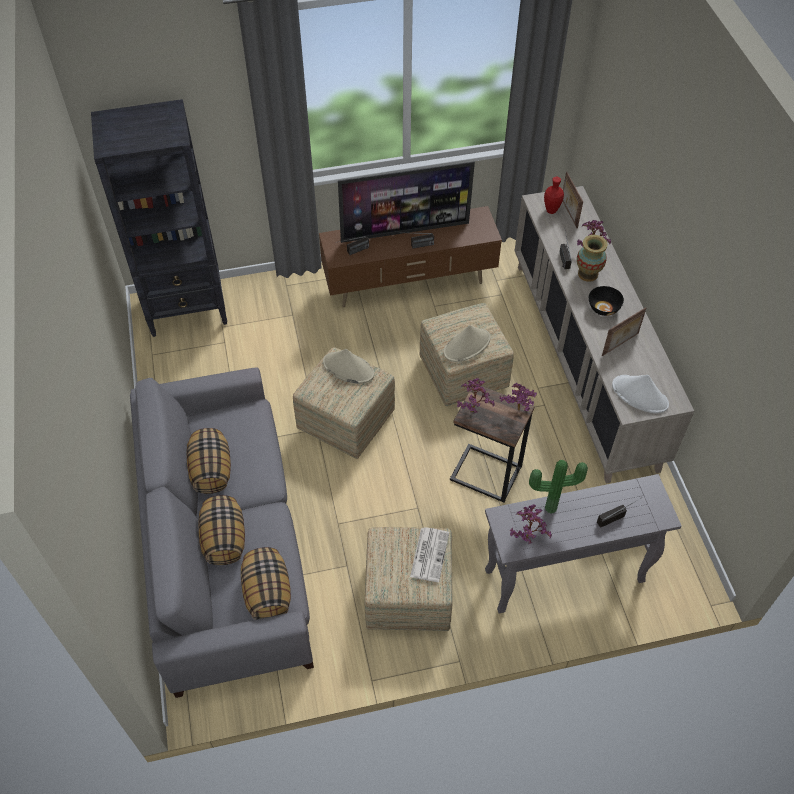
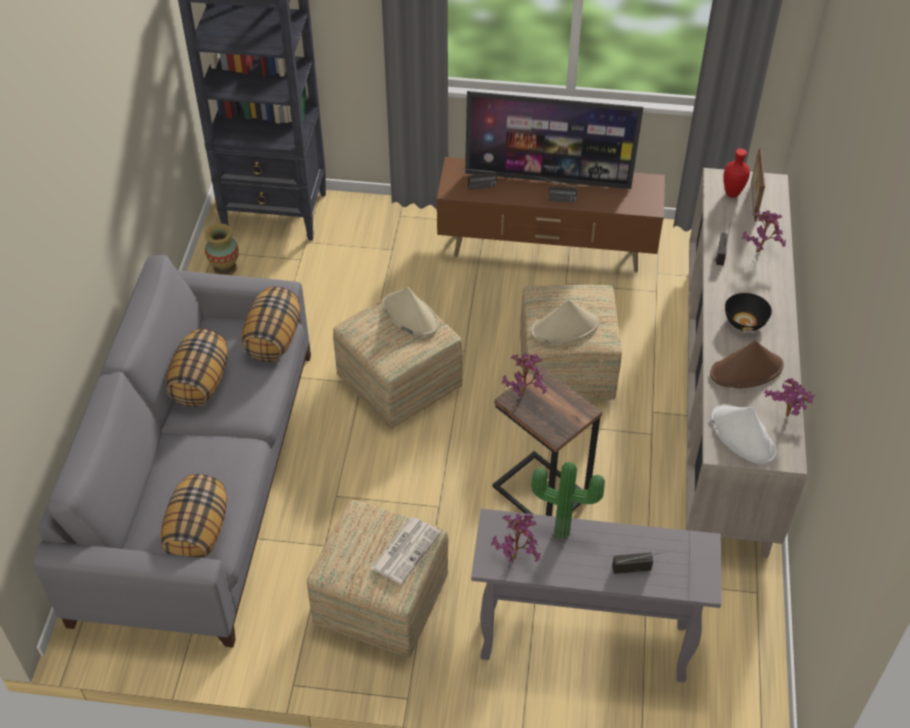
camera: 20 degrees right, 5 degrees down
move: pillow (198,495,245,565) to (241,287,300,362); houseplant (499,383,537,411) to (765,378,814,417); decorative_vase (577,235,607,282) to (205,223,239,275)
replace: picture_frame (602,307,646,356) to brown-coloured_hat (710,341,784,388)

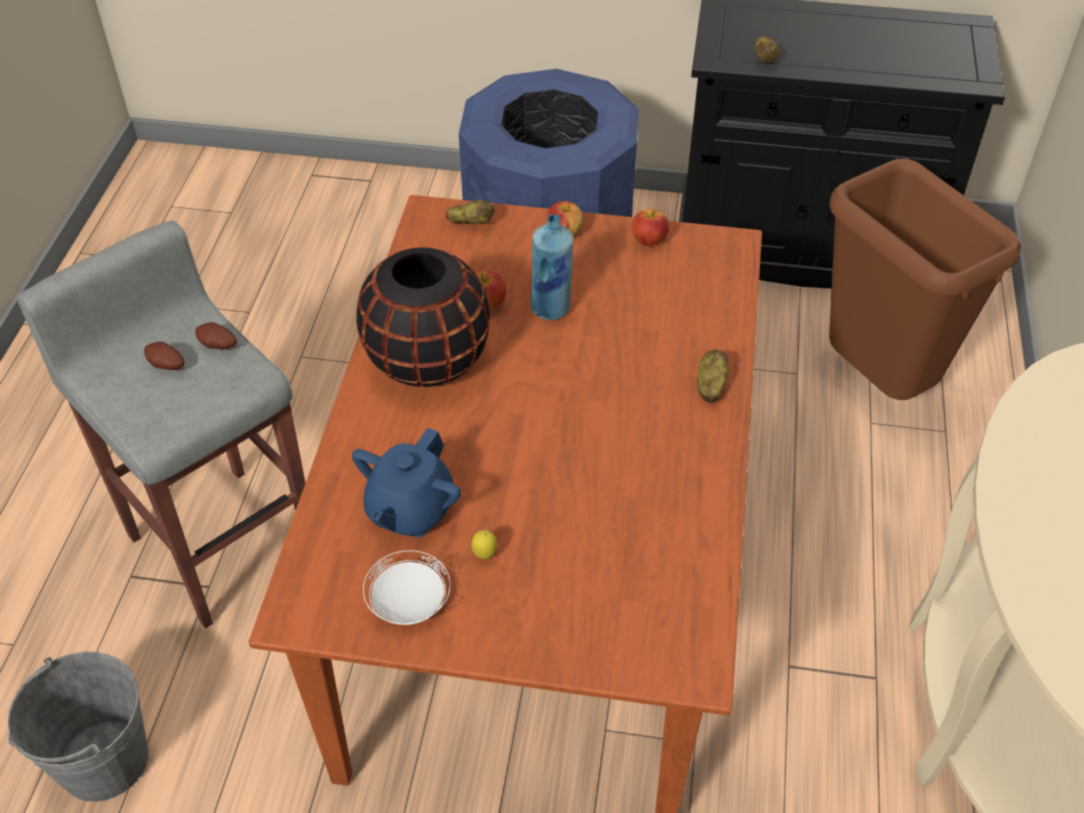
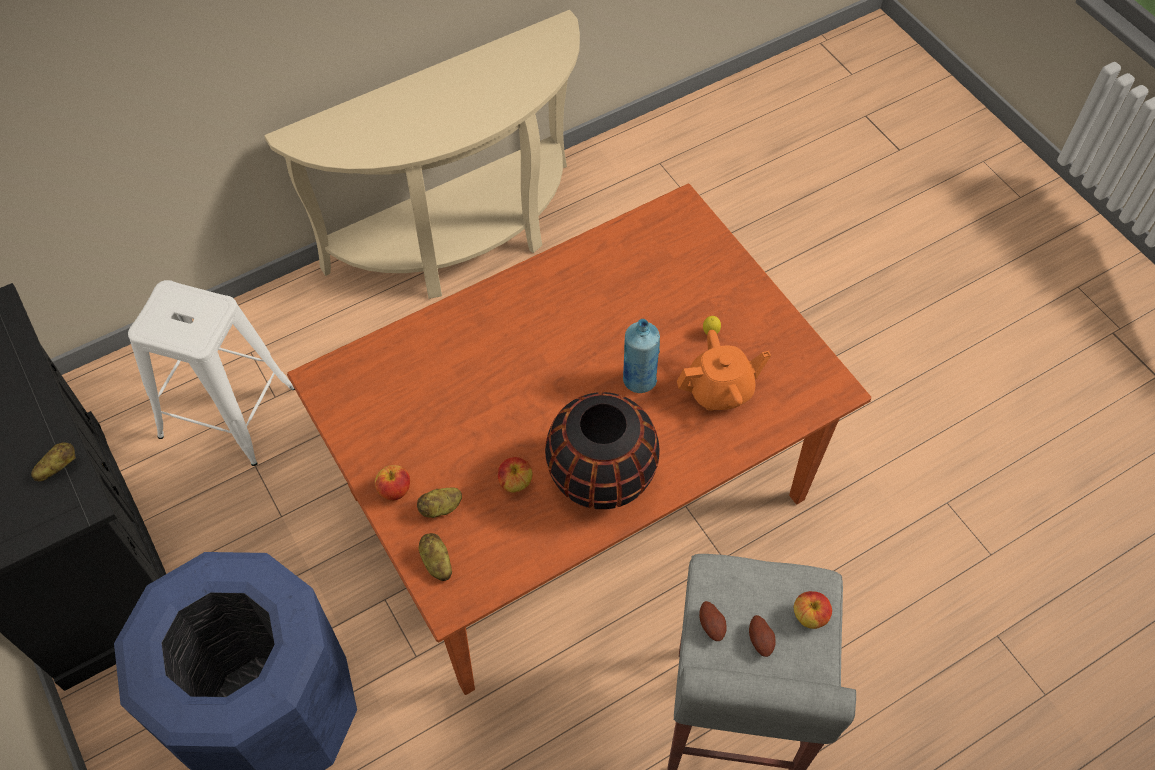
camera: 130 degrees left, 10 degrees up
delete: gray_water_bucket (8,652,148,802); whitish_plate (363,550,451,625)
move: blue_drink_bottle (531,214,573,320) to (623,319,660,393); whole_apple (631,209,670,247) to (794,591,832,629); potato (697,349,729,403) to (417,487,462,518)
replace: brown-coloured_rubbish_bin (829,159,1022,400) to whitish_stool (128,280,295,466)
recolor: blue_teapot (352,428,461,538) to orange_teapot (677,330,771,411)

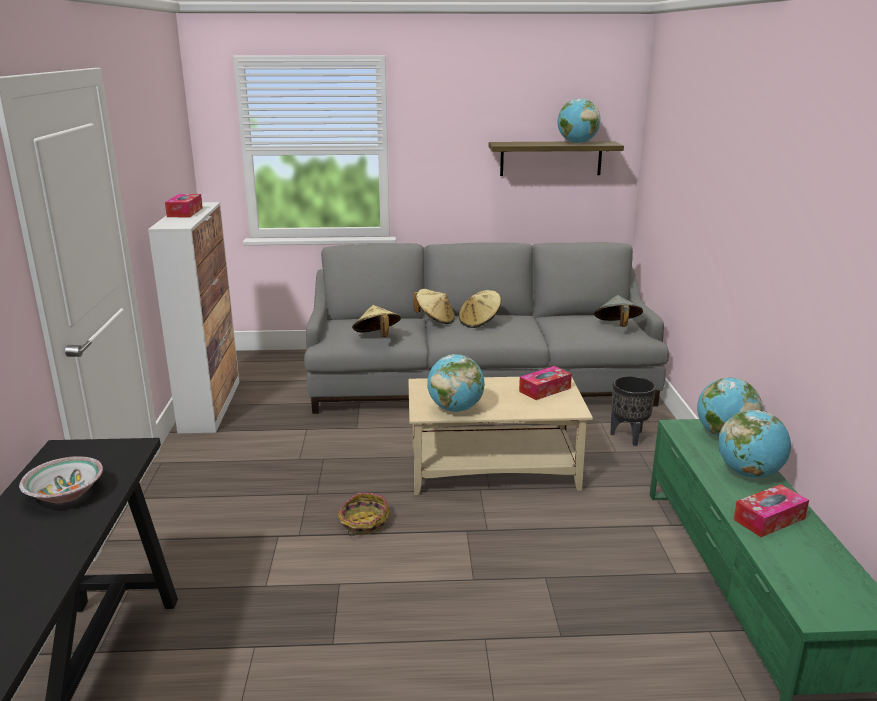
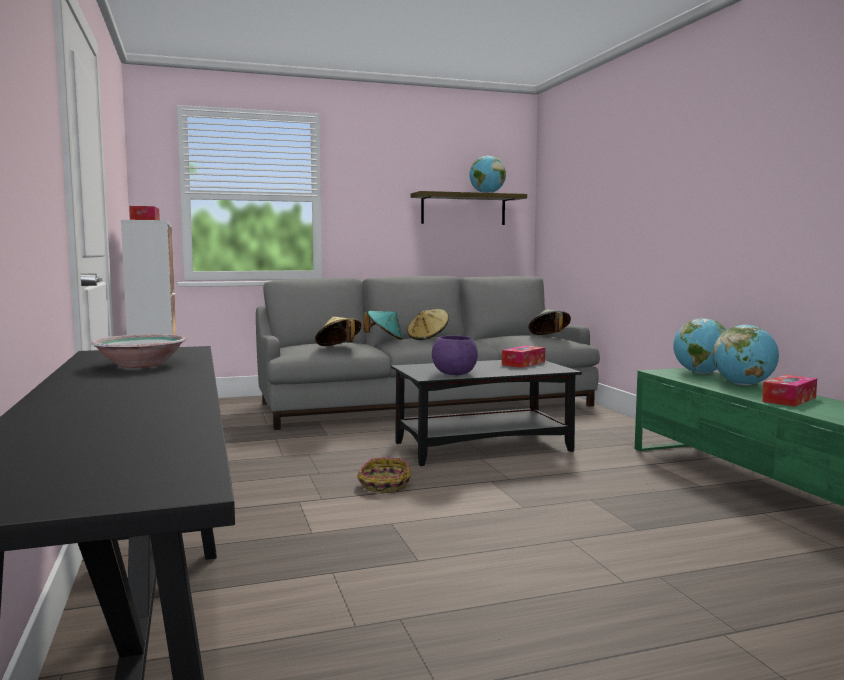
camera: 15 degrees left, 15 degrees down
delete: blackish_planter (610,376,656,446)
replace: globe (427,354,485,412) to purple-coloured_serving_bowl (432,335,478,375)
recolor: sand-coloured_lounge_table (408,377,593,495) to blackish_lounge_table (391,360,582,466); sand-coloured_hat (413,289,455,324) to turquoise_hat (364,311,404,340)

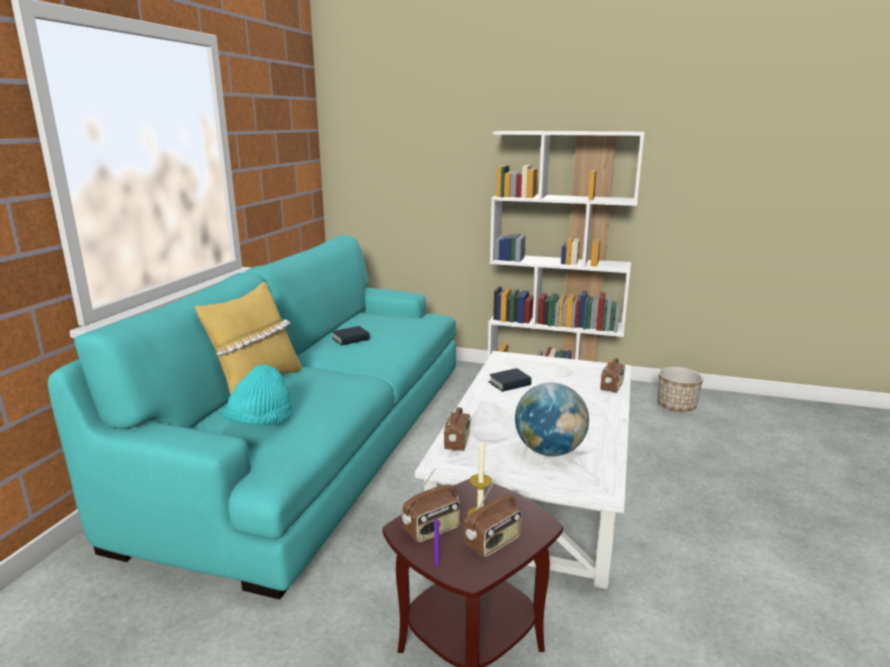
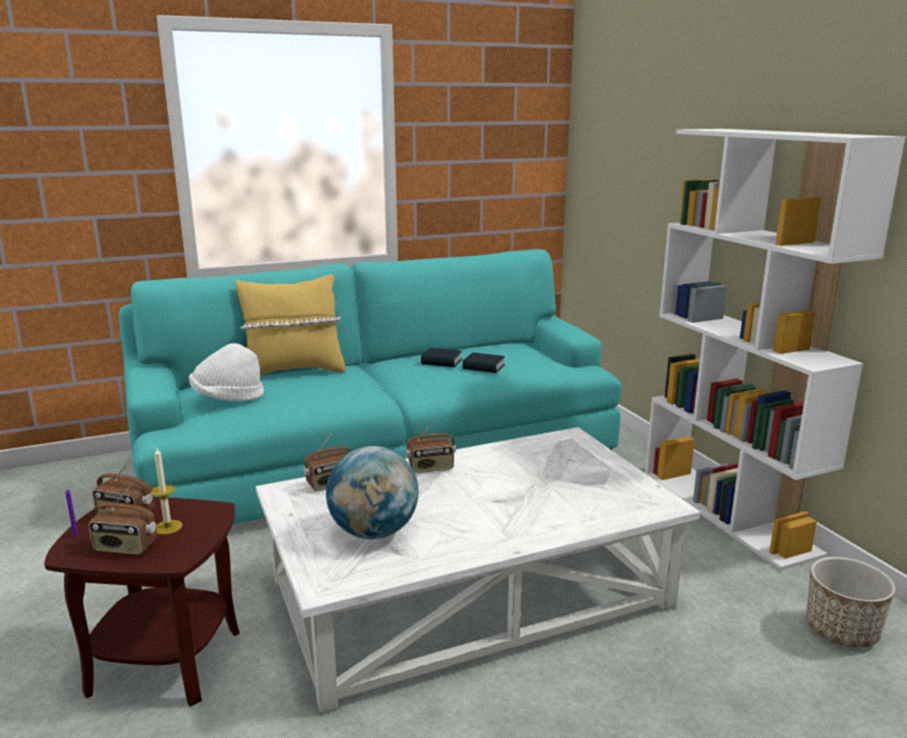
camera: 50 degrees right, 0 degrees up
move: book (489,368,532,392) to (462,353,505,373); radio_set (600,350,625,393) to (406,418,456,473)
recolor: turquoise_hat (222,365,293,425) to whitish_hat (189,343,264,401)

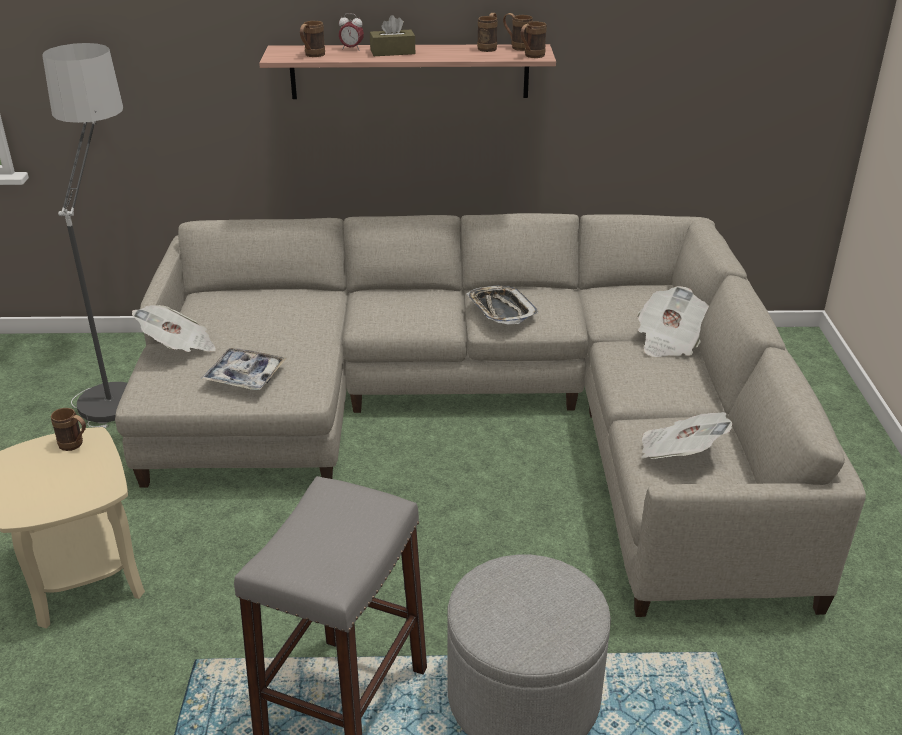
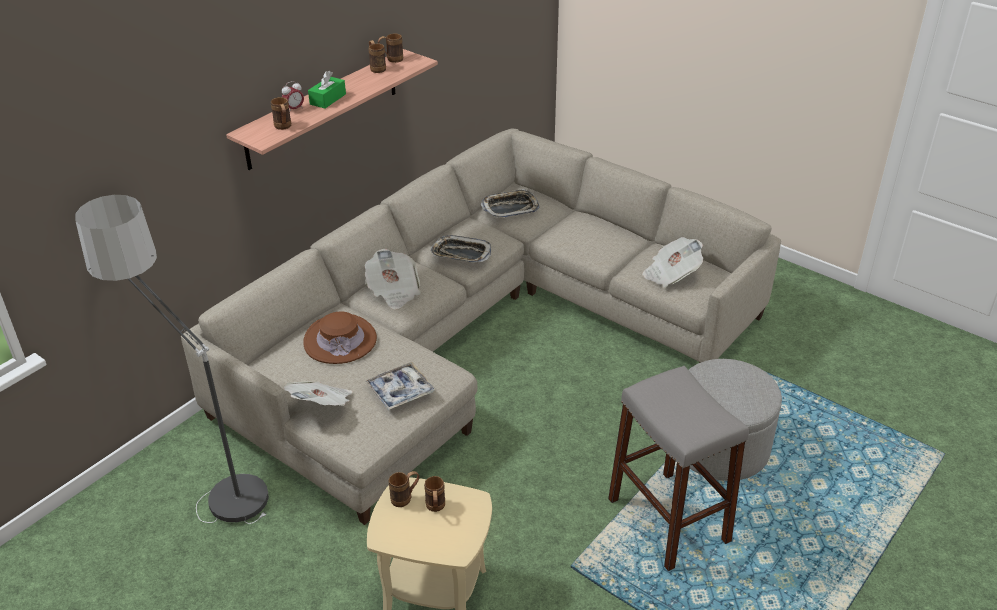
camera: 50 degrees left, 5 degrees up
insert: brown-coloured_hat (303,311,377,364); serving_tray (481,189,540,218)
move: brown-coloured_mug (521,22,547,58) to (424,476,445,512); printed_paper (638,286,709,357) to (365,249,421,310)
recolor: brown-coloured_box_of_tissues (370,15,416,56) to greenish_box_of_tissues (308,71,346,109)

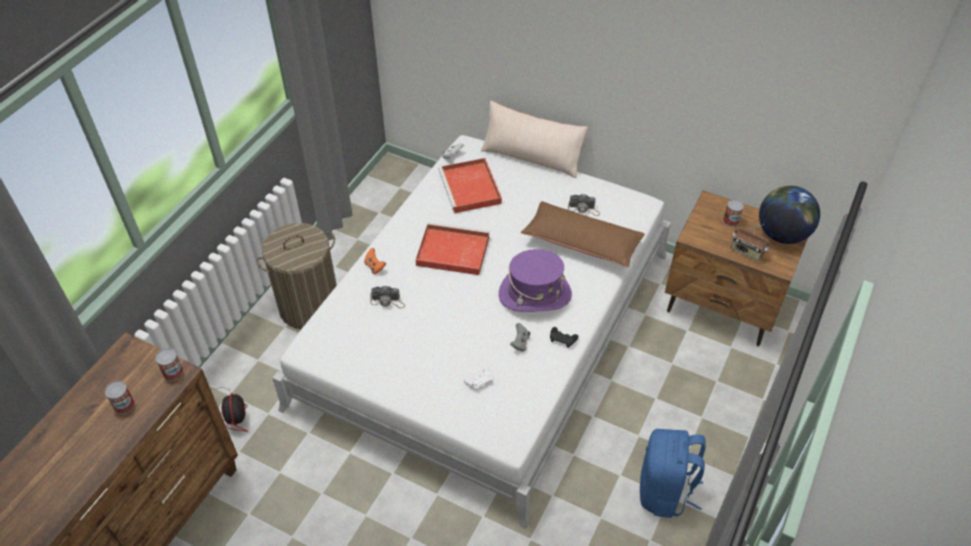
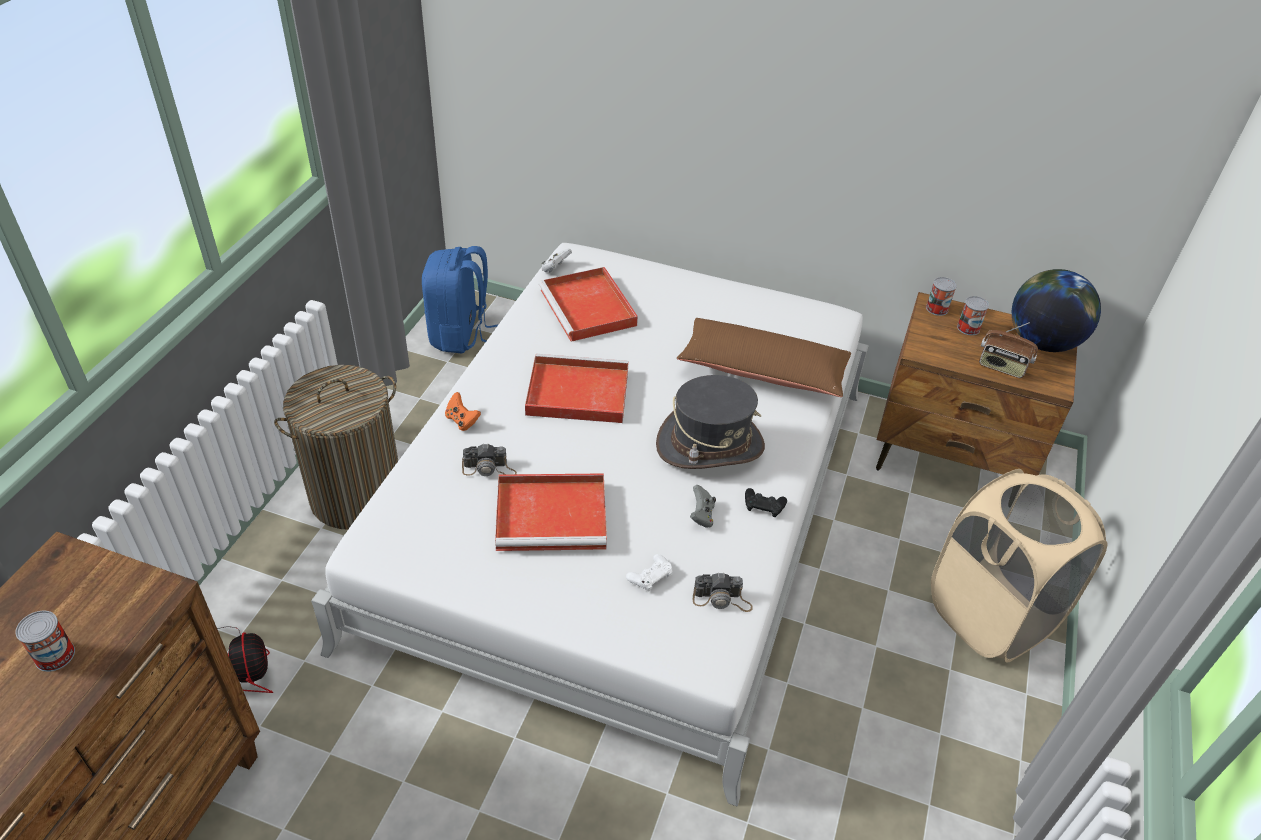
camera: 10 degrees left, 5 degrees down
delete: sand-coloured_pillow (481,101,588,178)
insert: red-coloured_serving_tray (495,473,607,551); sand-coloured_hamper (931,469,1107,663)
move: sealed_can (155,348,183,381) to (926,277,957,316); photo_camera (568,194,600,216) to (693,572,753,612); blue_knapsack (639,429,706,518) to (422,246,499,353)
recolor: purple-coloured_hat (499,249,572,312) to gray_hat (656,375,765,469)

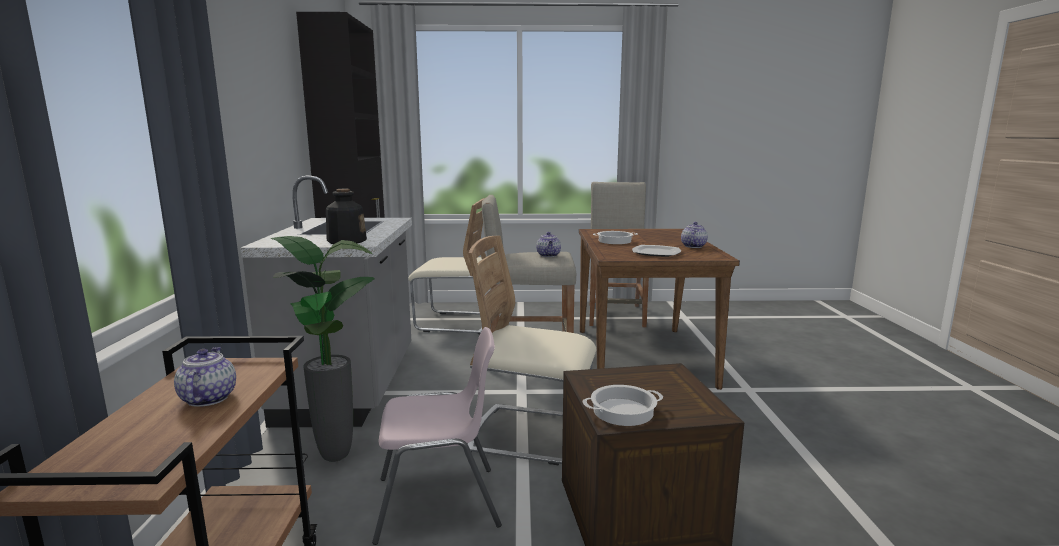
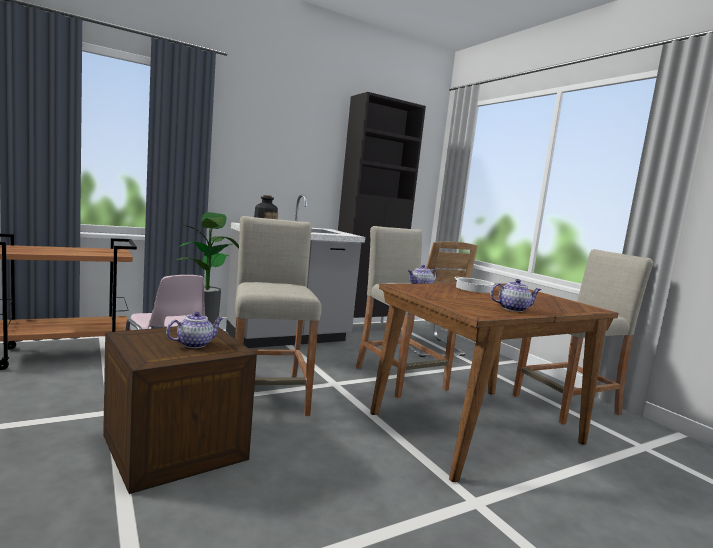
camera: 60 degrees right, 5 degrees down
delete: saucepot (583,385,663,426); plate (632,245,681,257)
move: teapot (174,347,236,407) to (166,312,223,348)
replace: sand-coloured_plain_chair (468,236,596,465) to sand-coloured_stool (235,216,322,416)

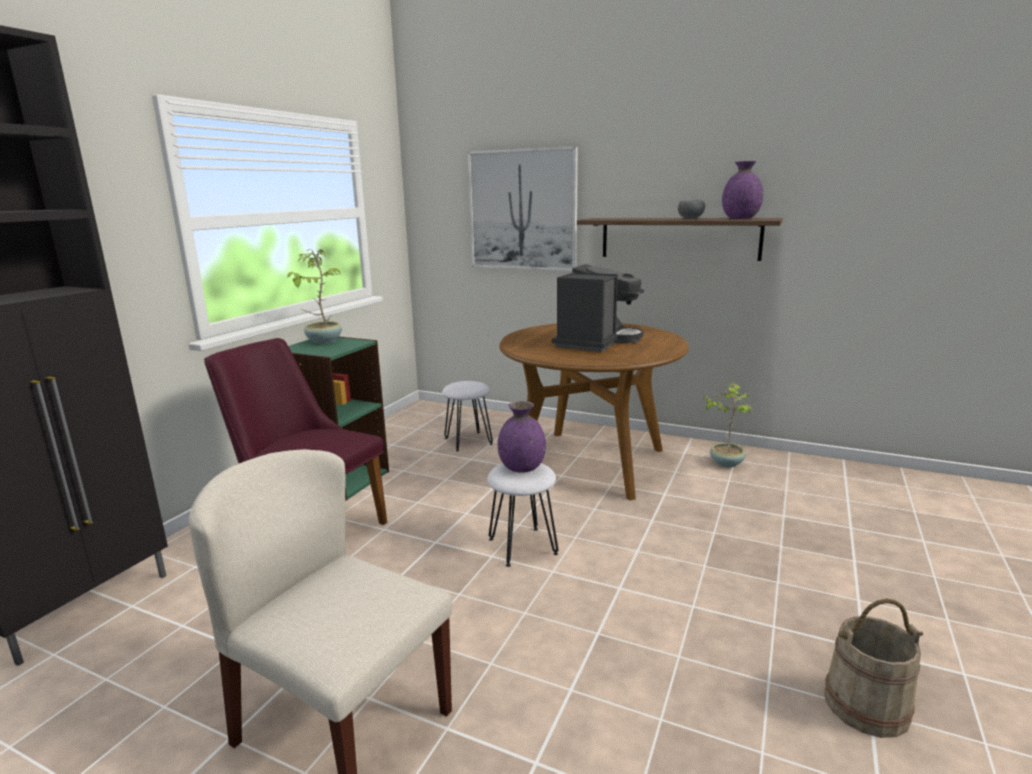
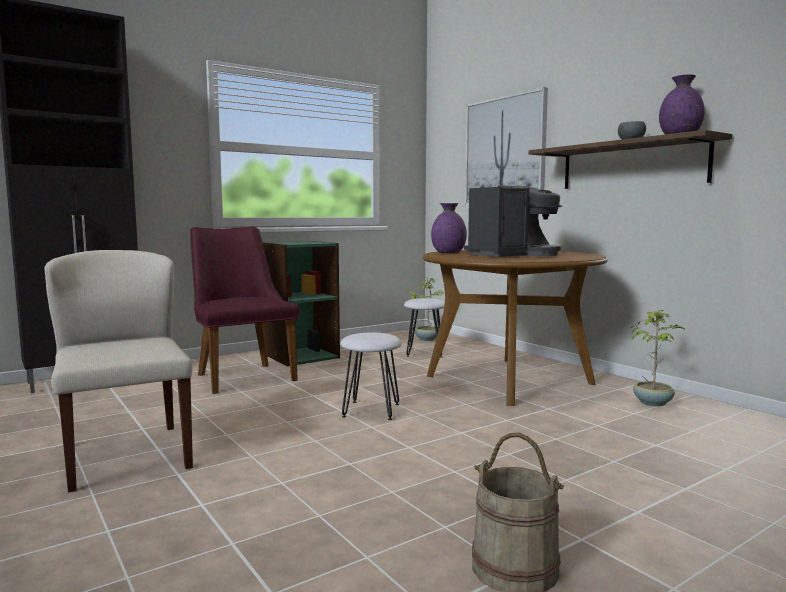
camera: 30 degrees right, 10 degrees down
move: houseplant (288,249,342,344) to (408,277,444,341); purple-coloured_decorative_vase (498,401,546,473) to (431,203,467,253)

